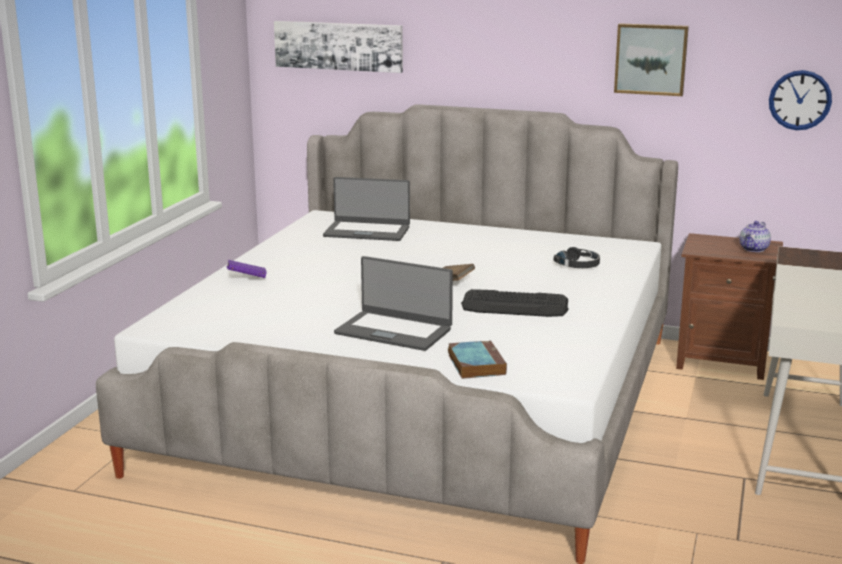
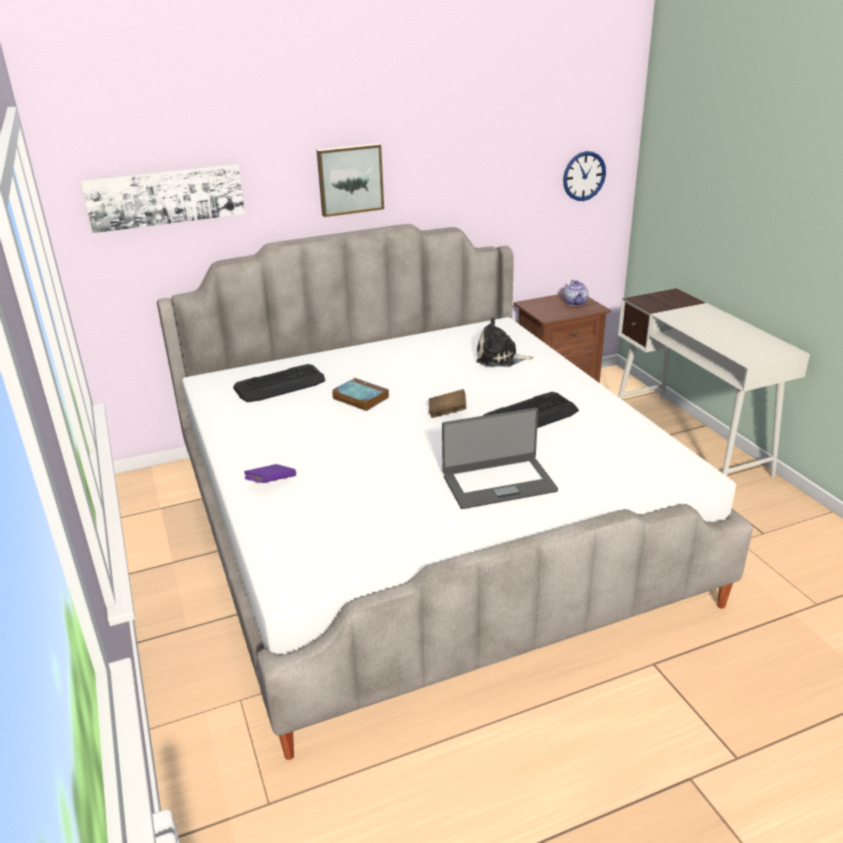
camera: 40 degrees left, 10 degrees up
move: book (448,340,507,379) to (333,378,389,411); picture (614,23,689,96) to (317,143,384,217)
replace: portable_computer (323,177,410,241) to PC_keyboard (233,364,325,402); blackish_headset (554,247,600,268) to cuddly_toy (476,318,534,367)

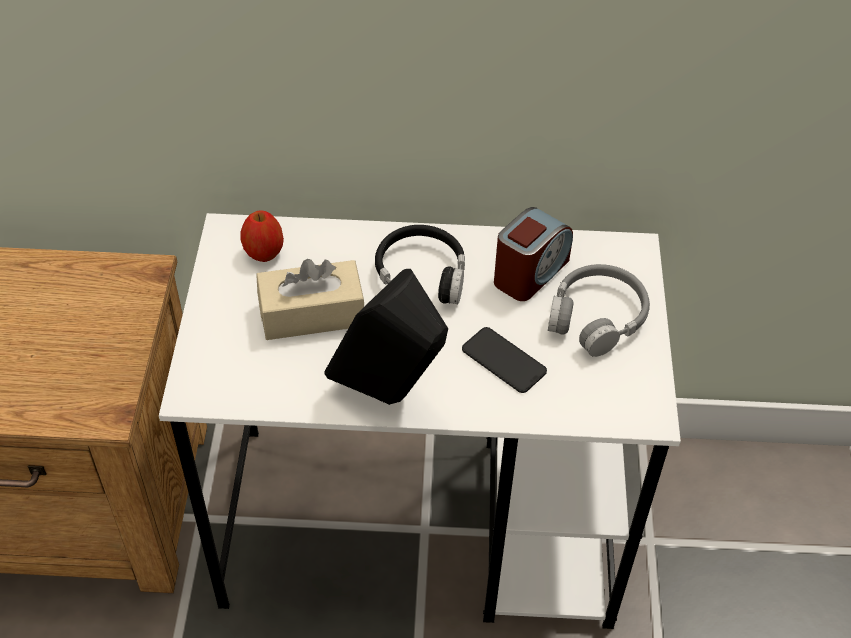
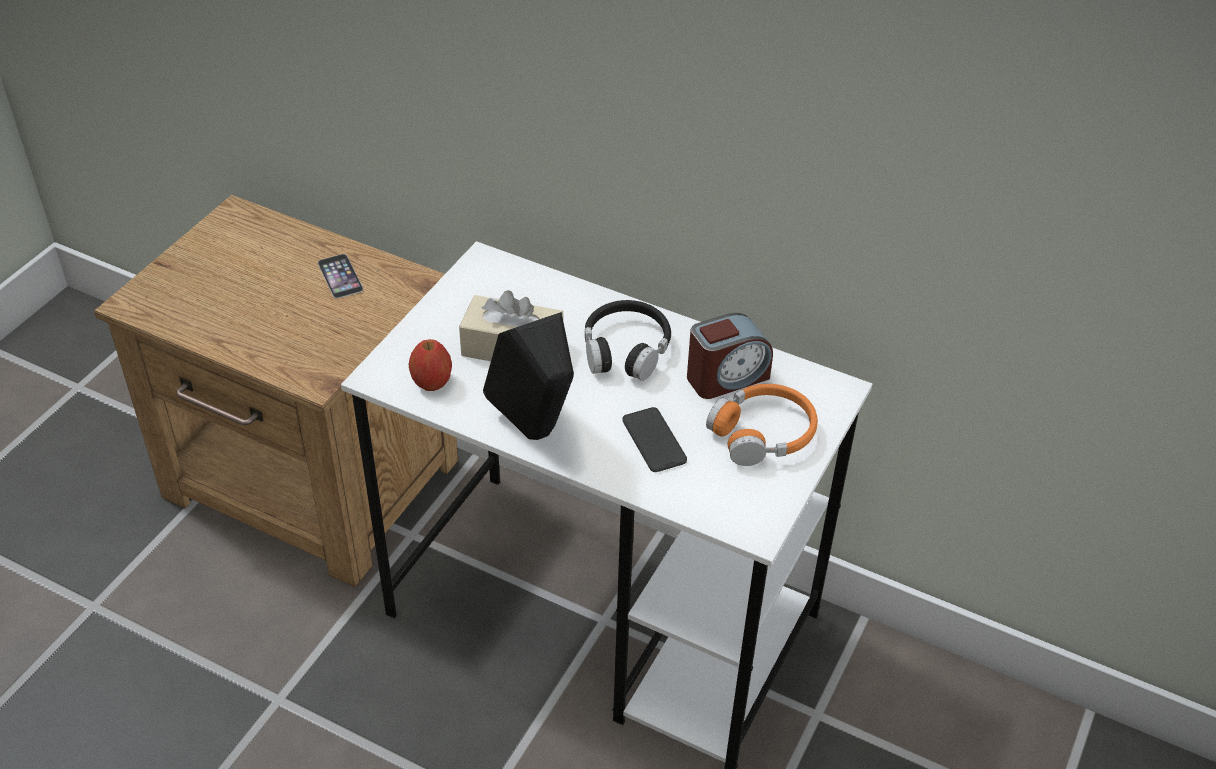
camera: 25 degrees right, 5 degrees down
insert: phone (318,254,363,299)
move: whole_apple (241,210,284,262) to (409,339,452,391)
recolor: gray_headset (548,264,650,357) to orange_headset (706,384,818,466)

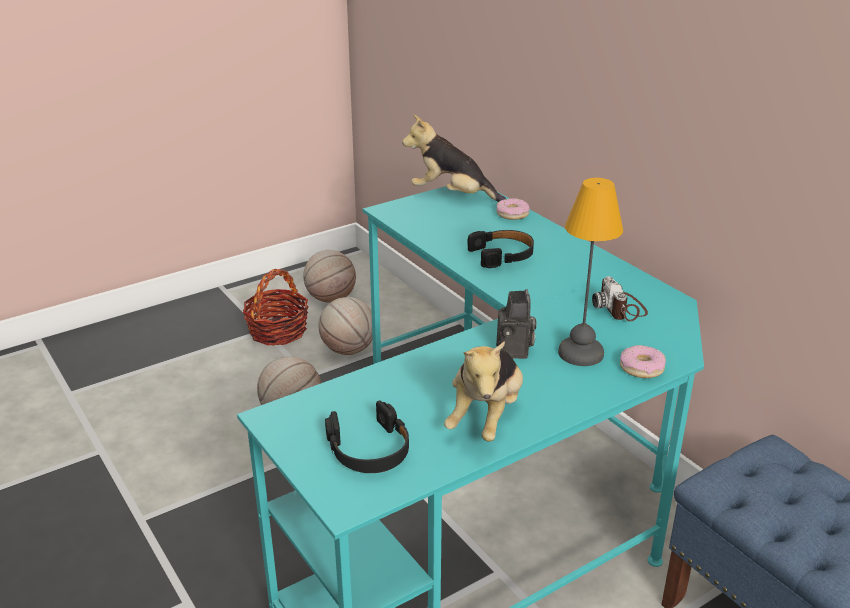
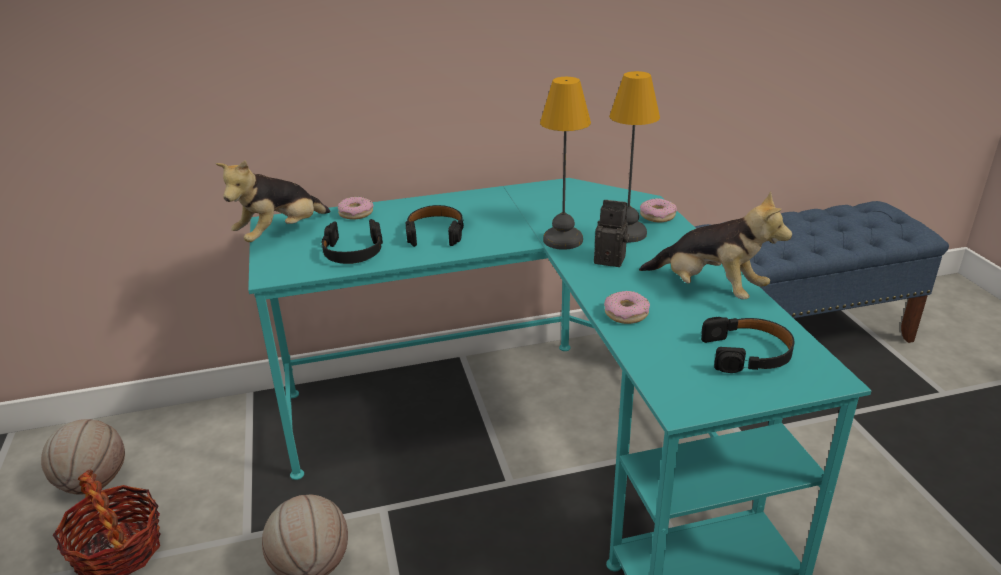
camera: 70 degrees left, 0 degrees up
delete: ball_for_basketball (318,297,372,355); photo_camera (592,276,648,321)
insert: blackish_headset (321,219,383,264); table_lamp (540,77,591,250); doughnut (604,291,650,324)

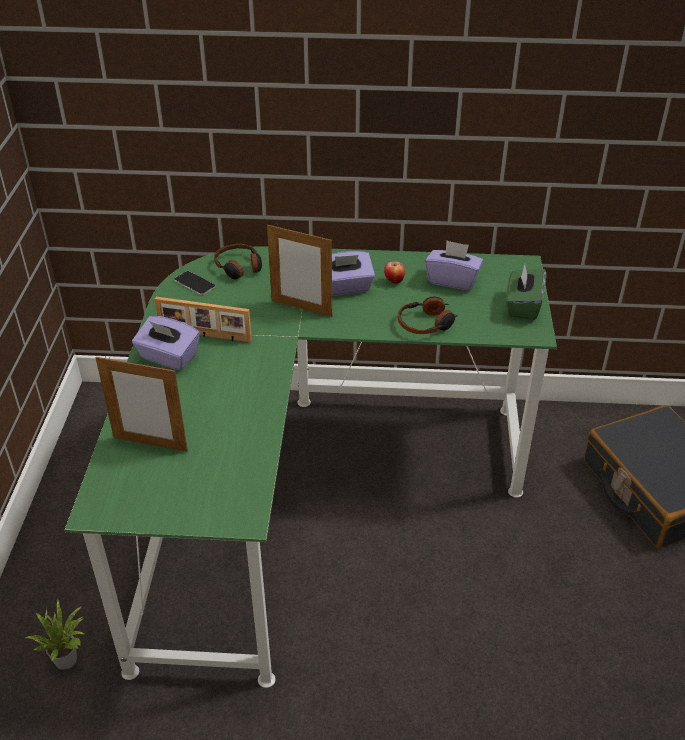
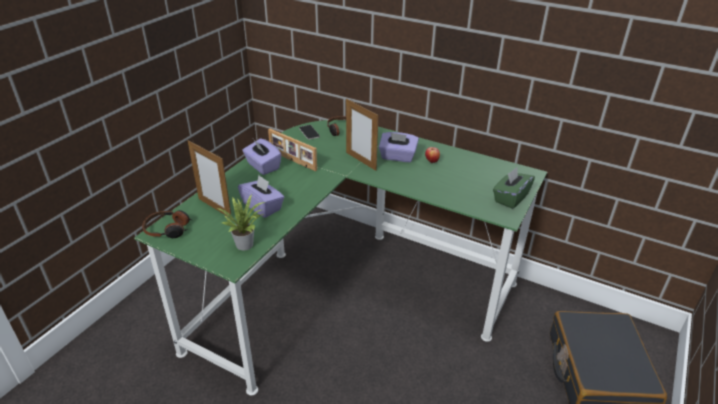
camera: 25 degrees right, 5 degrees down
move: houseplant (25,599,85,670) to (217,194,265,251); headset (398,296,458,334) to (142,210,192,238); purple-coloured_box_of_tissues (425,240,483,291) to (238,175,284,218)

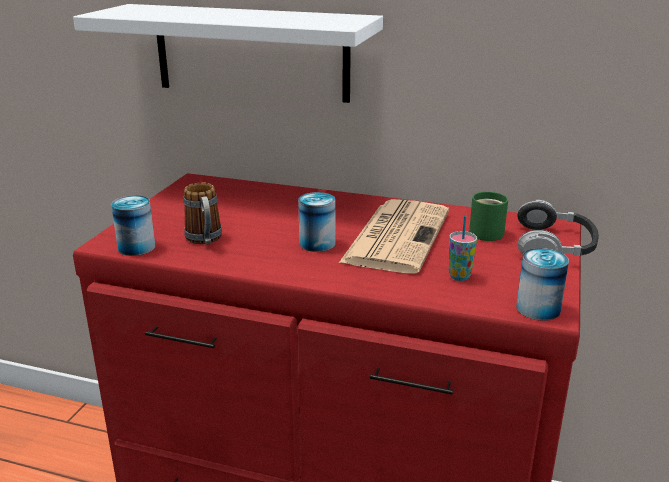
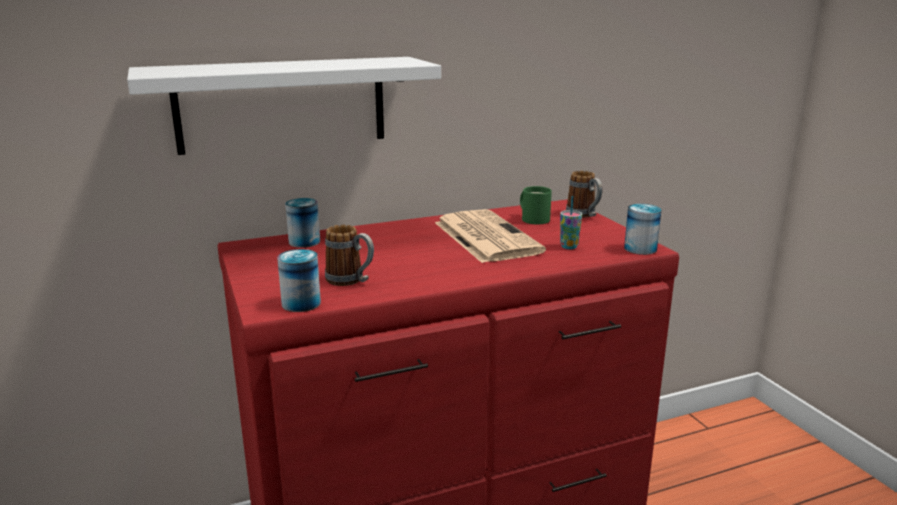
camera: 40 degrees left, 5 degrees down
move: sealed_can (298,192,335,252) to (285,198,320,248)
replace: headset (517,200,599,256) to mug (566,171,602,218)

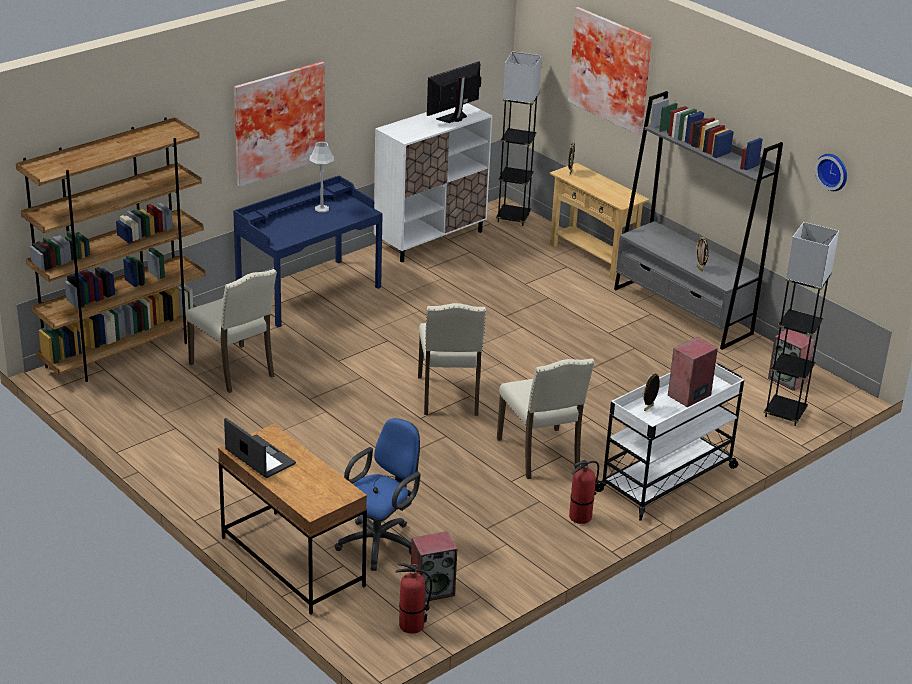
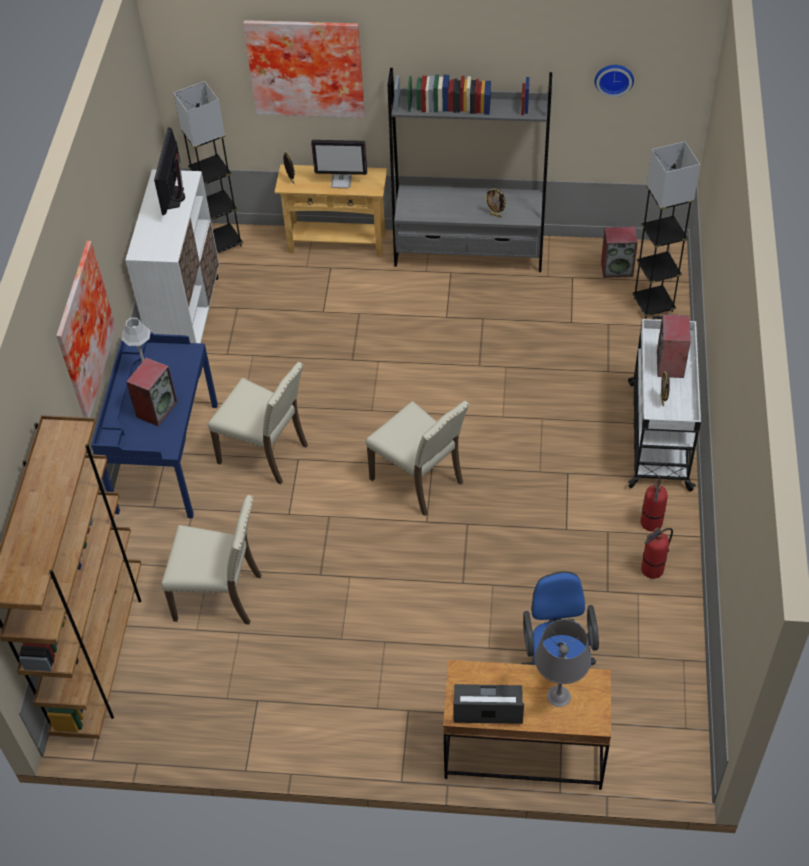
camera: 40 degrees left, 20 degrees up
insert: computer_display (311,140,367,188); gray_table_lamp (535,620,591,707)
move: fire_extinguisher (396,562,432,634) to (641,528,673,579); loudspeaker (411,531,457,602) to (126,358,177,426); sand-coloured_plain_chair (497,359,595,479) to (208,362,308,484)

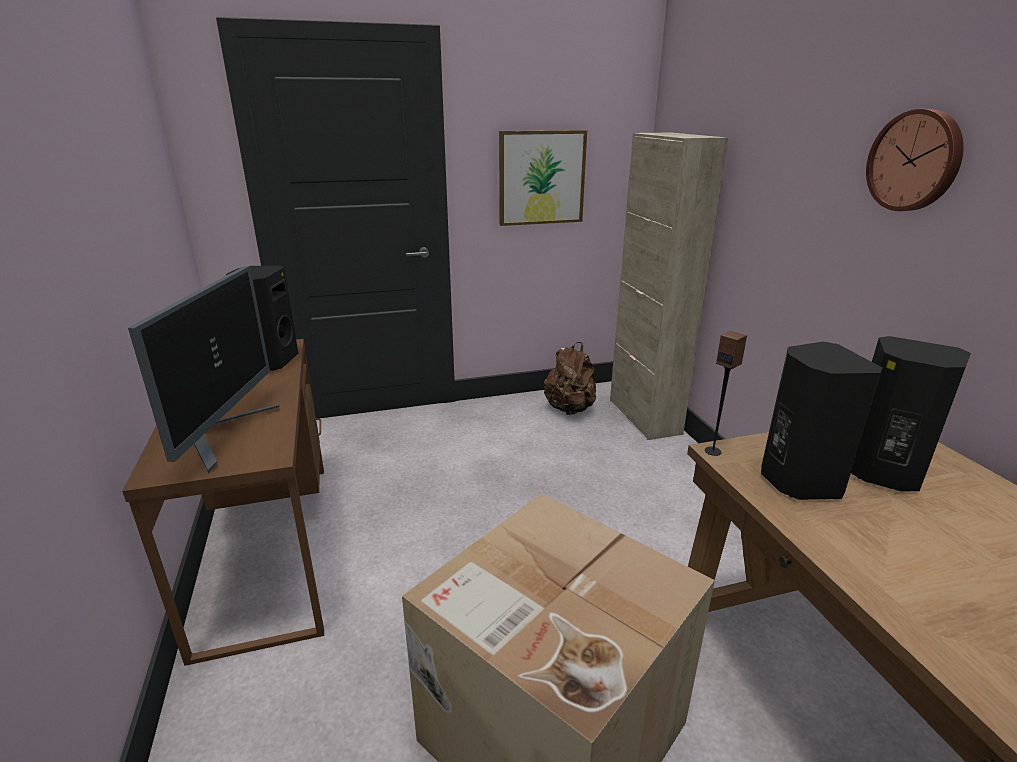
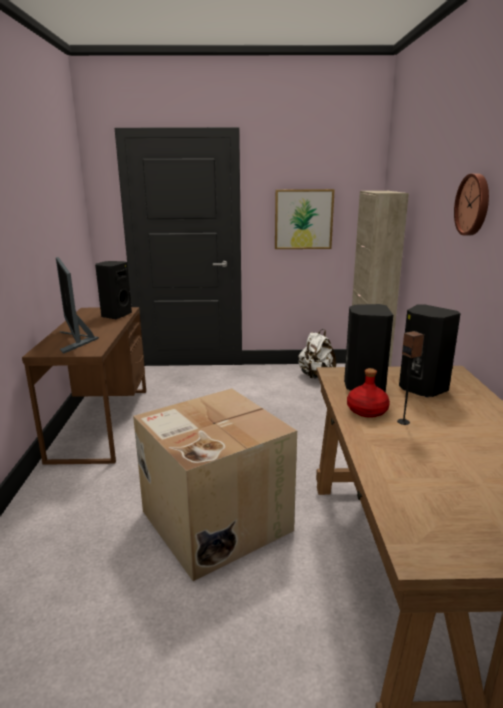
camera: 15 degrees right, 5 degrees down
insert: red-coloured_drink_bottle (347,368,390,418)
move: loudspeaker (705,331,747,456) to (397,331,424,425)
recolor: brown-coloured_knapsack (544,342,596,415) to whitish_knapsack (298,329,336,378)
rotate: computer_display (128,266,280,474) = (56,257,99,354) 135 degrees clockwise

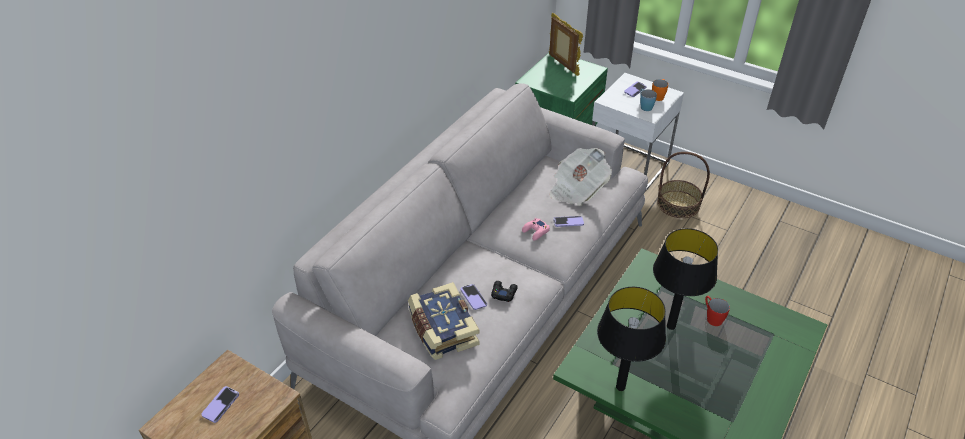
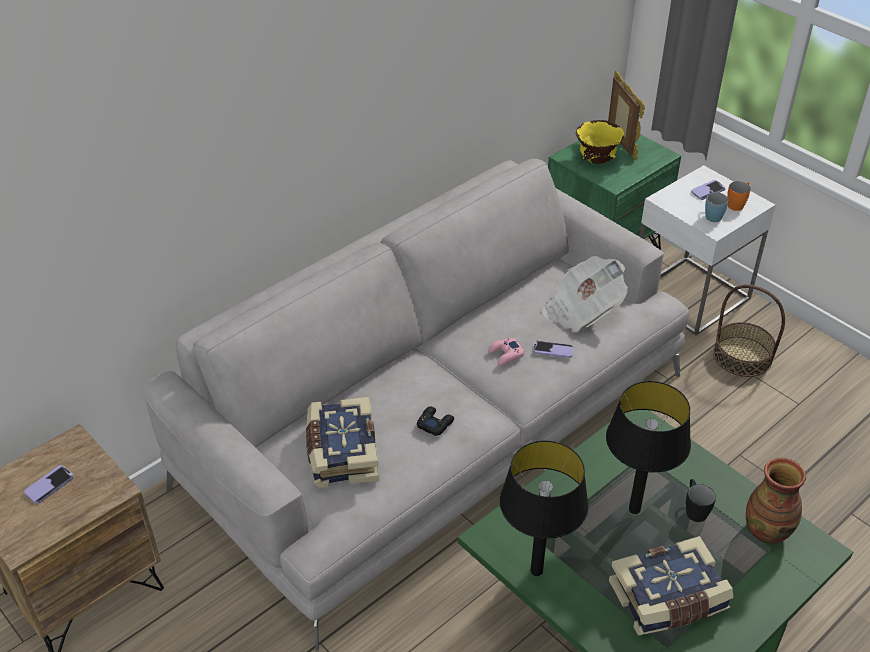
camera: 15 degrees right, 0 degrees up
delete: phone (460,284,487,310)
insert: yellow-coloured_serving_bowl (576,120,624,164); book (609,536,733,635); decorative_vase (746,458,806,544)
recolor: red-coloured_mug (705,296,730,326) to blackish_mug (686,479,716,522)

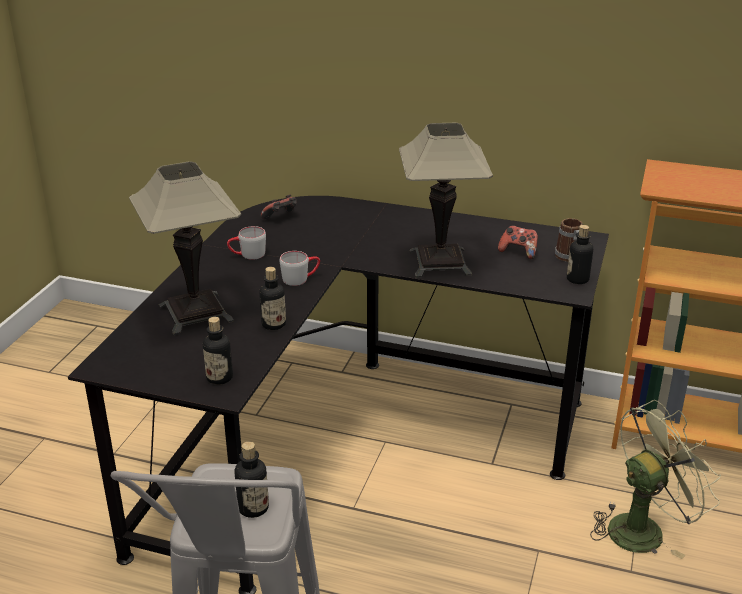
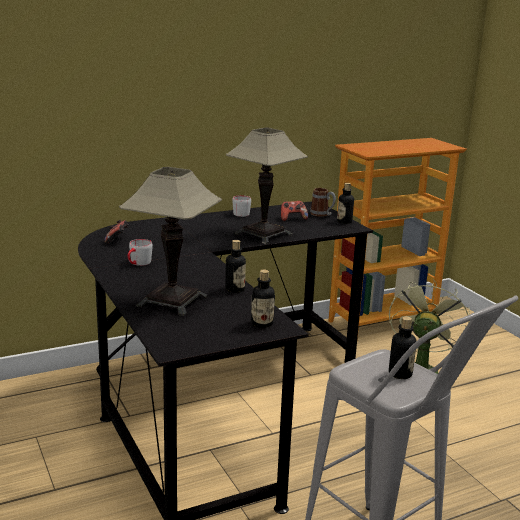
camera: 45 degrees left, 10 degrees down
move: gray_mug (280,251,320,286) to (232,195,251,217)

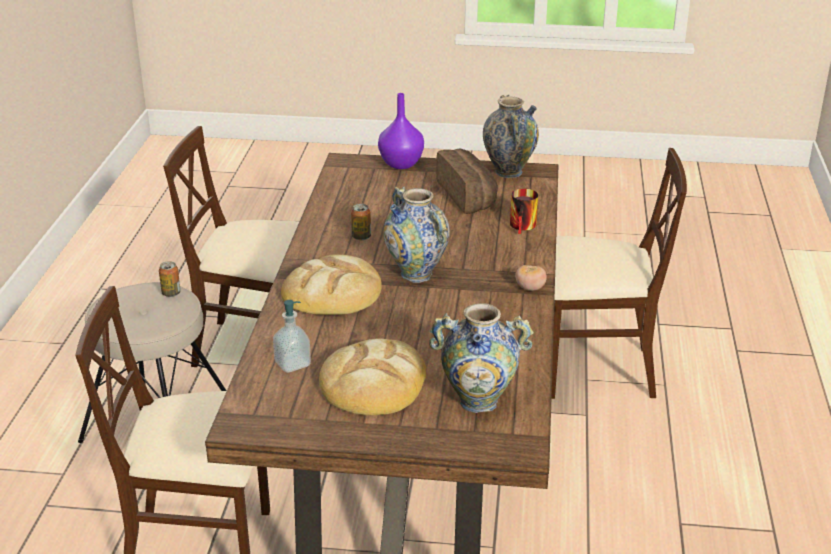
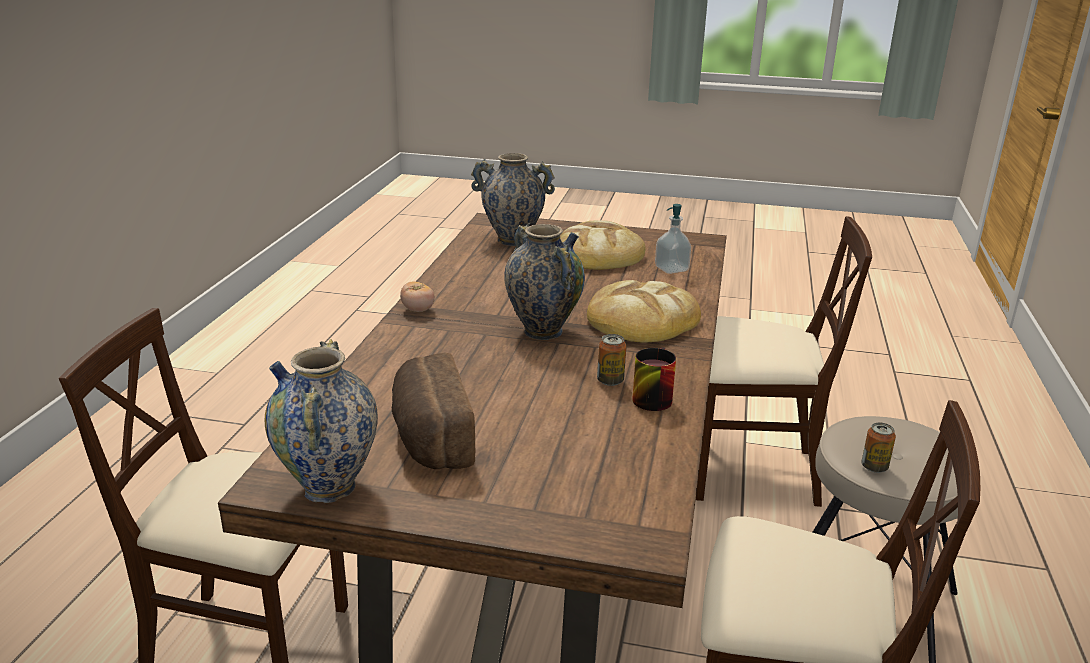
camera: 175 degrees left, 5 degrees down
delete: purple-coloured_decorative_vase (378,93,424,169)
move: mug (510,188,538,234) to (632,347,676,411)

